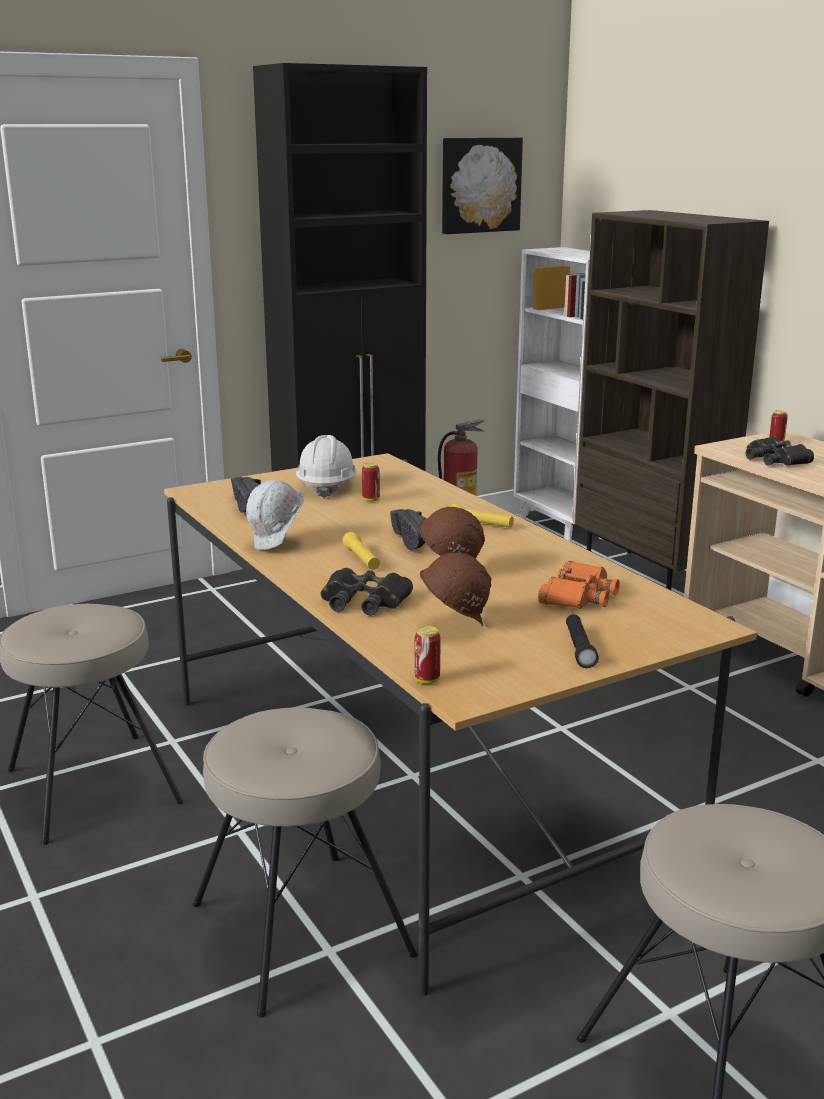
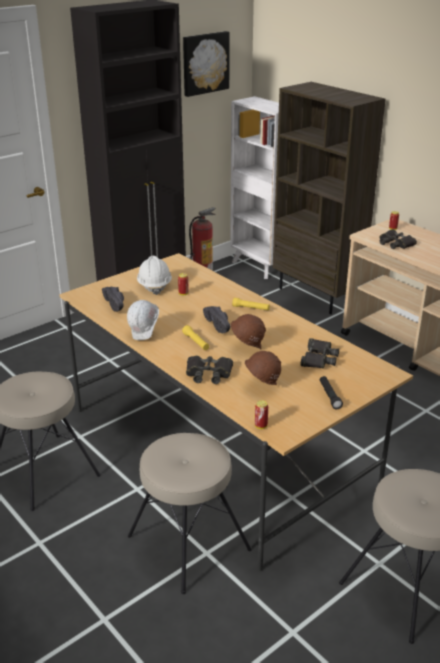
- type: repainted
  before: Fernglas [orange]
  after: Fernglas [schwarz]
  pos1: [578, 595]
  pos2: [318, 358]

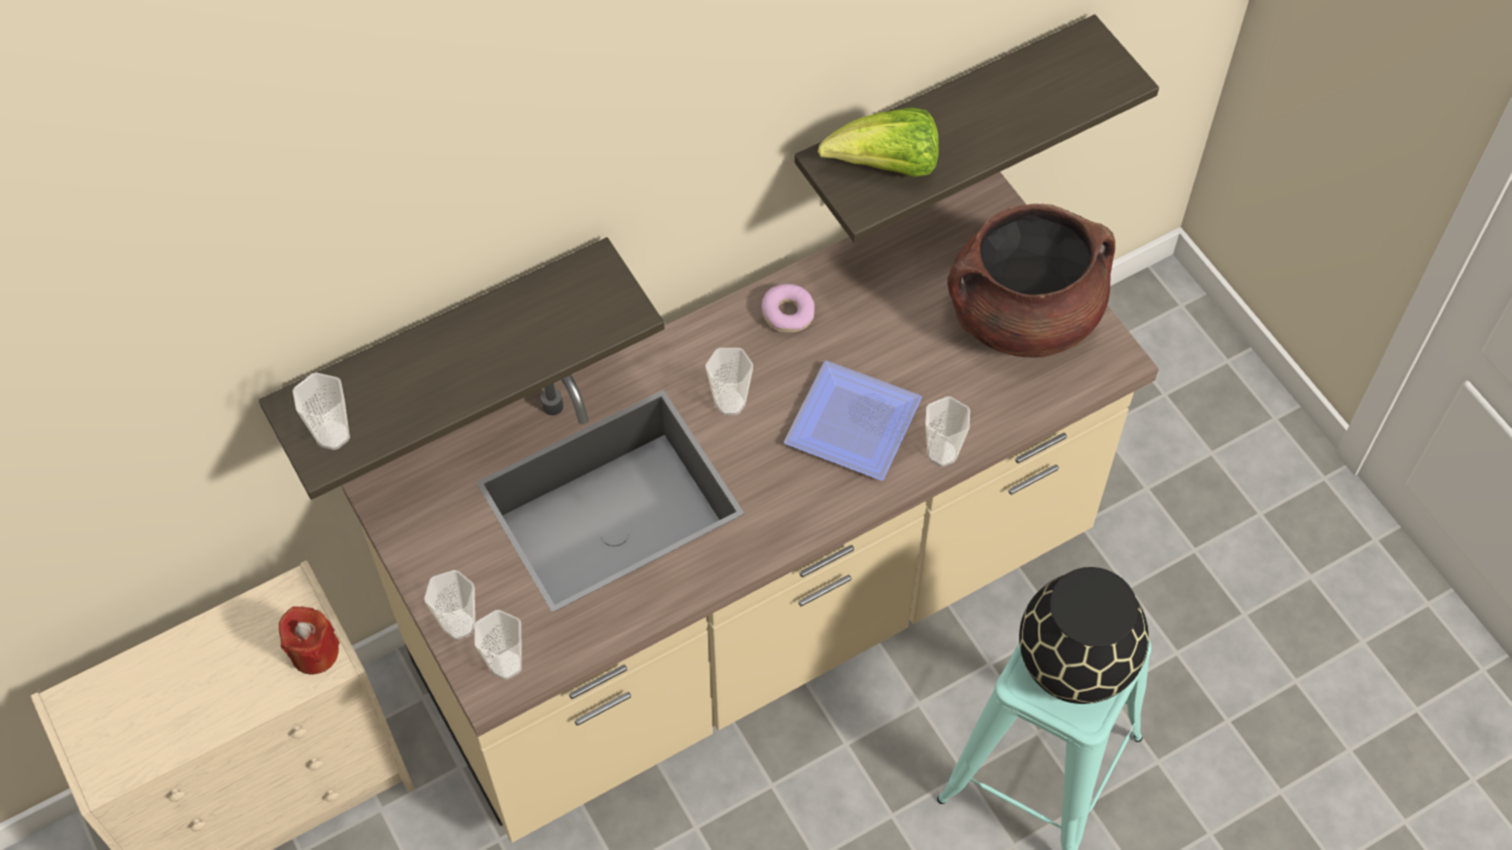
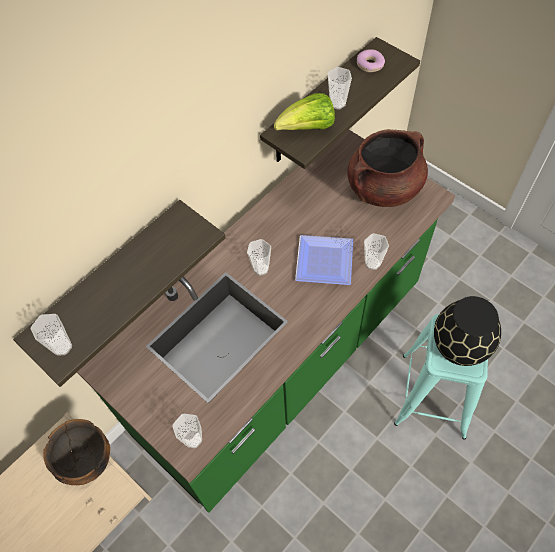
- type: shifted
  before: Tasse
  pos1: [459, 625]
  pos2: [337, 104]
- type: shifted
  before: Donut
  pos1: [788, 314]
  pos2: [370, 65]
- type: swapped
  before: Kerze [rot]
  after: Schüssel
  pos1: [314, 652]
  pos2: [85, 460]
- type: repainted
  before: Küchenzeile [beige]
  after: Küchenzeile [grün]
  pos1: [756, 608]
  pos2: [282, 361]

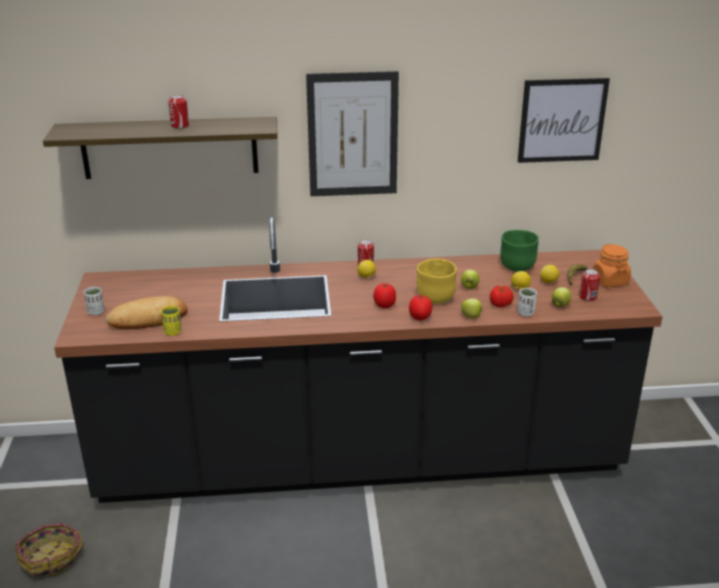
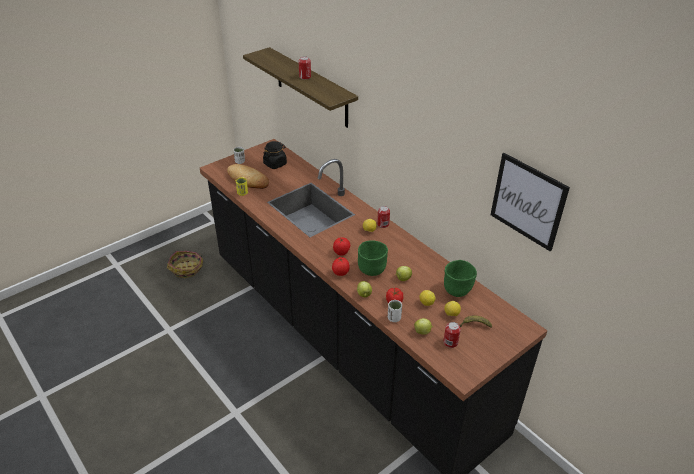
- type: gone
  before: Bild
  pos1: [353, 135]
- type: gone
  before: Vorratsglas [orange]
  pos1: [610, 281]
- type: new
  after: Vorratsglas [schwarz]
  pos2: [275, 164]
- type: repainted
  before: Schüssel [gelb]
  after: Schüssel [grün]
  pos1: [435, 298]
  pos2: [372, 269]

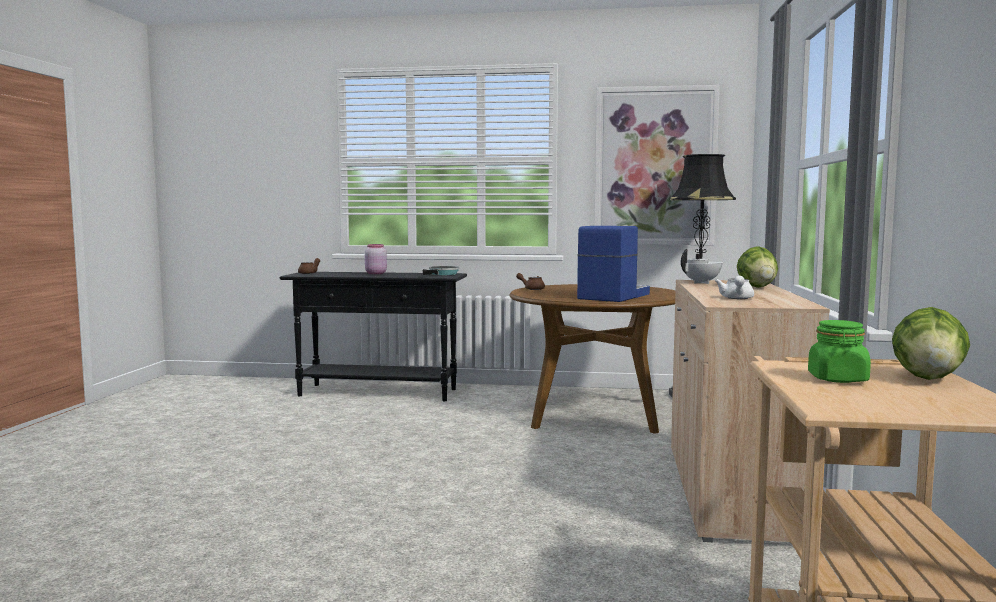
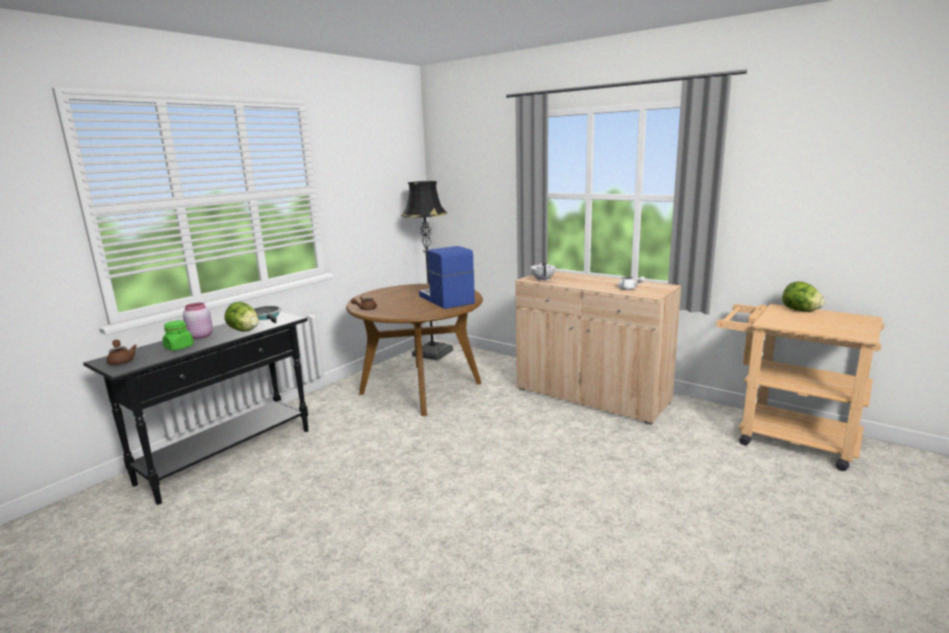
- type: gone
  before: Bild
  pos1: [654, 166]
- type: shifted
  before: Salatkopf
  pos1: [757, 287]
  pos2: [244, 330]
- type: shifted
  before: Vorratsglas [grün]
  pos1: [838, 379]
  pos2: [179, 347]

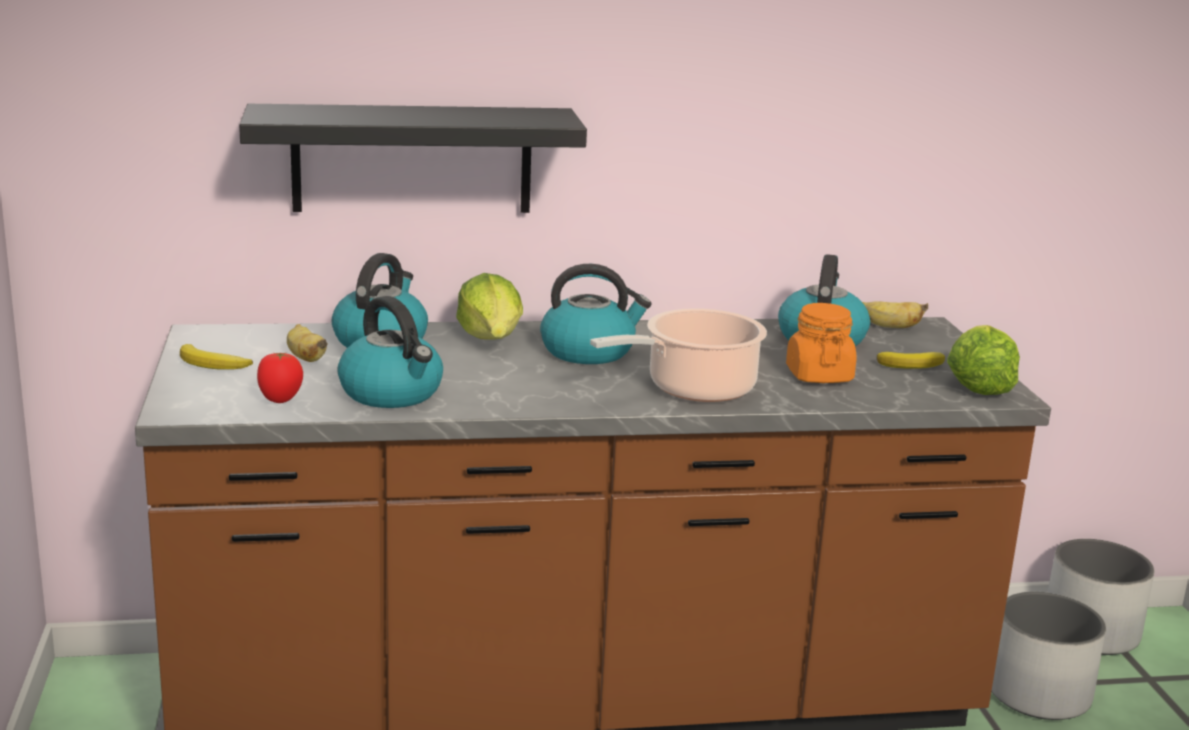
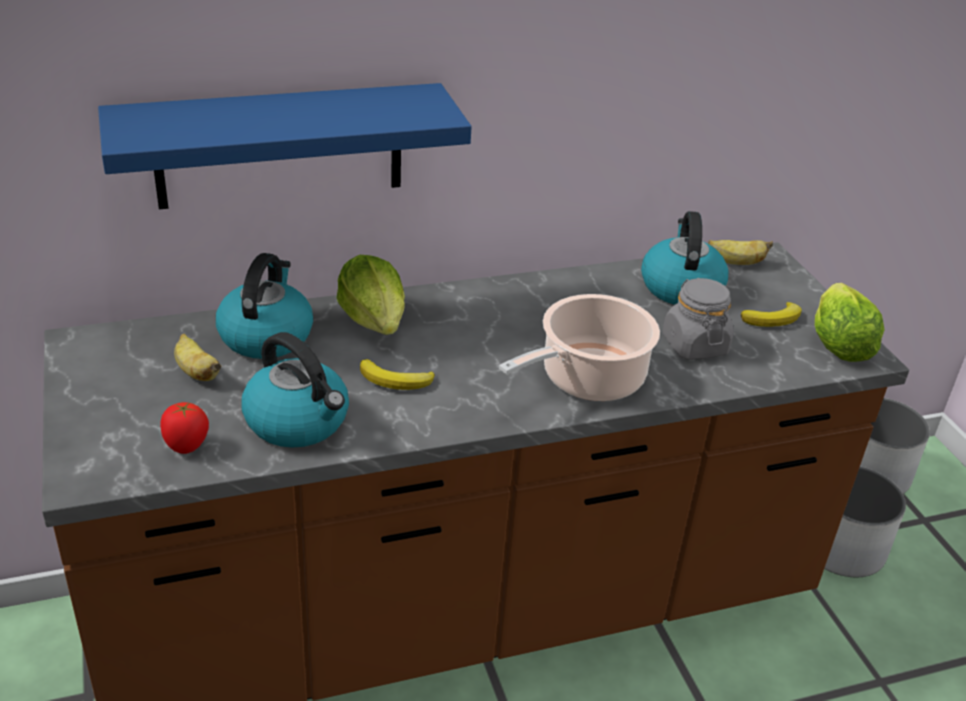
- type: gone
  before: Wasserkessel
  pos1: [589, 351]
- type: shifted
  before: Banane
  pos1: [212, 364]
  pos2: [396, 381]
- type: repainted
  before: Wandregal [schwarz]
  after: Wandregal [blau]
  pos1: [412, 159]
  pos2: [280, 146]
- type: repainted
  before: Vorratsglas [orange]
  after: Vorratsglas [grau]
  pos1: [818, 375]
  pos2: [694, 345]

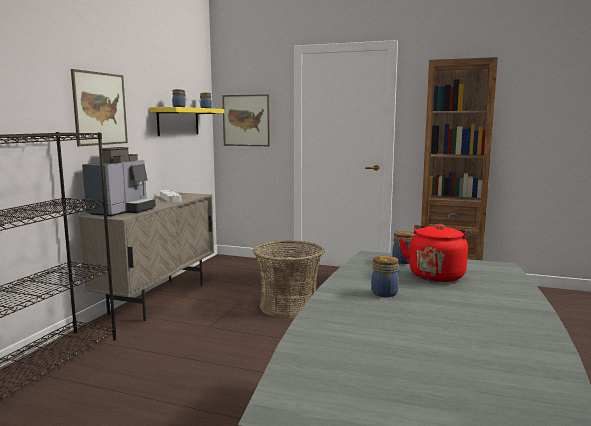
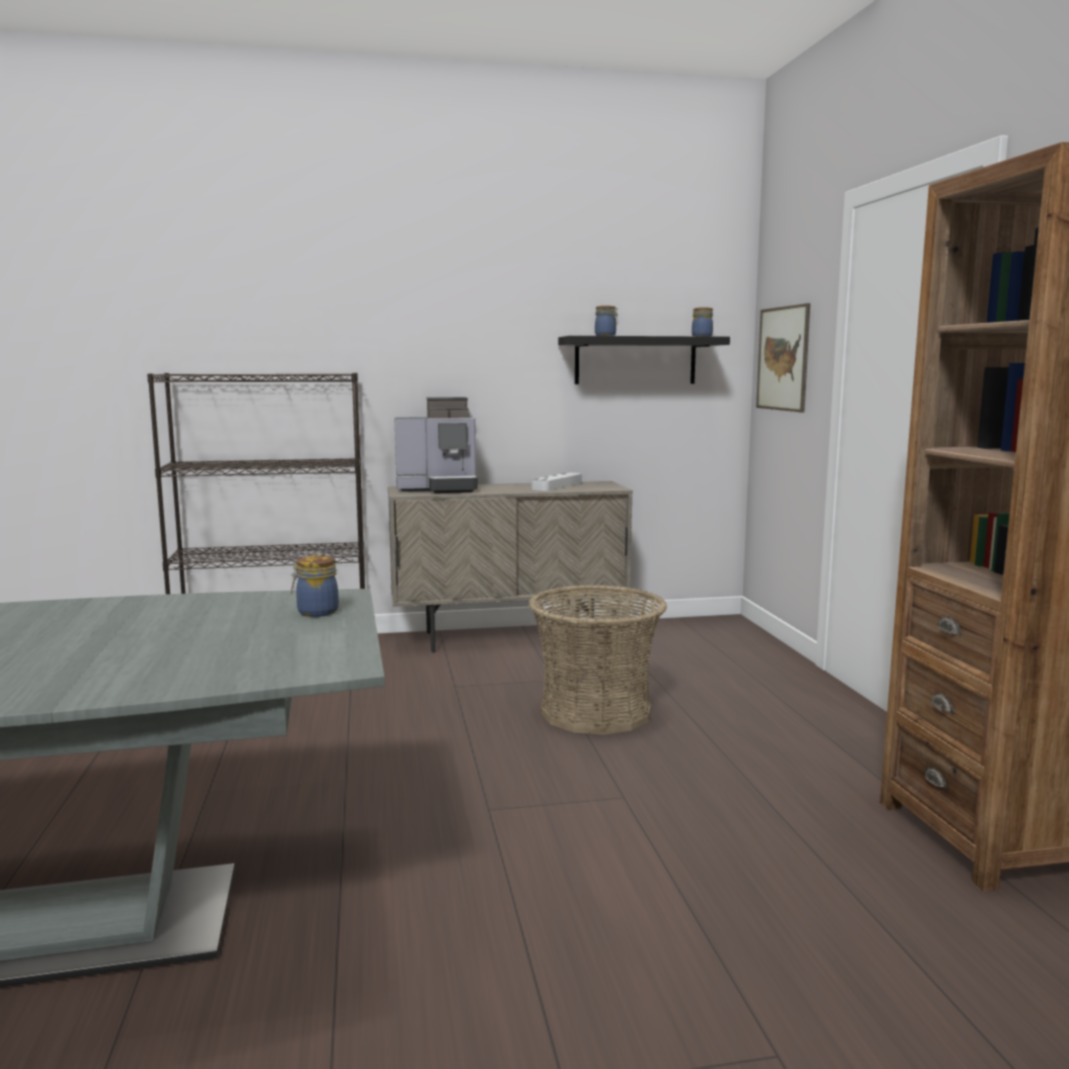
- type: gone
  before: Bild
  pos1: [100, 109]
- type: gone
  before: Vorratsglas
  pos1: [384, 292]
- type: gone
  before: Wasserkessel [rot]
  pos1: [436, 275]
- type: repainted
  before: Wandregal [gelb]
  after: Wandregal [schwarz]
  pos1: [178, 121]
  pos2: [635, 360]

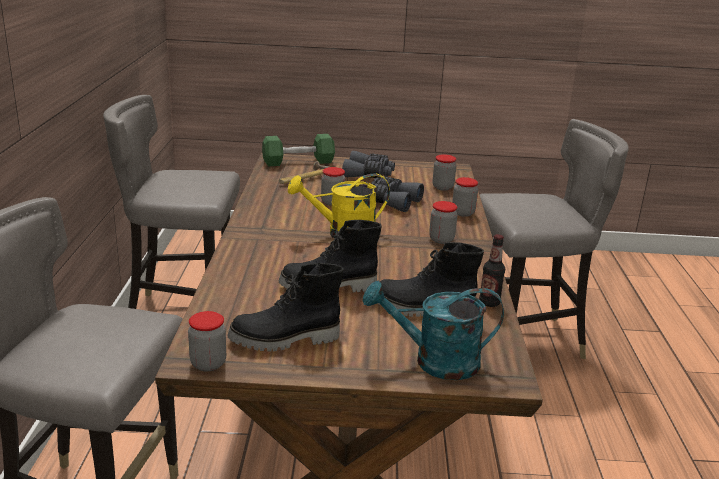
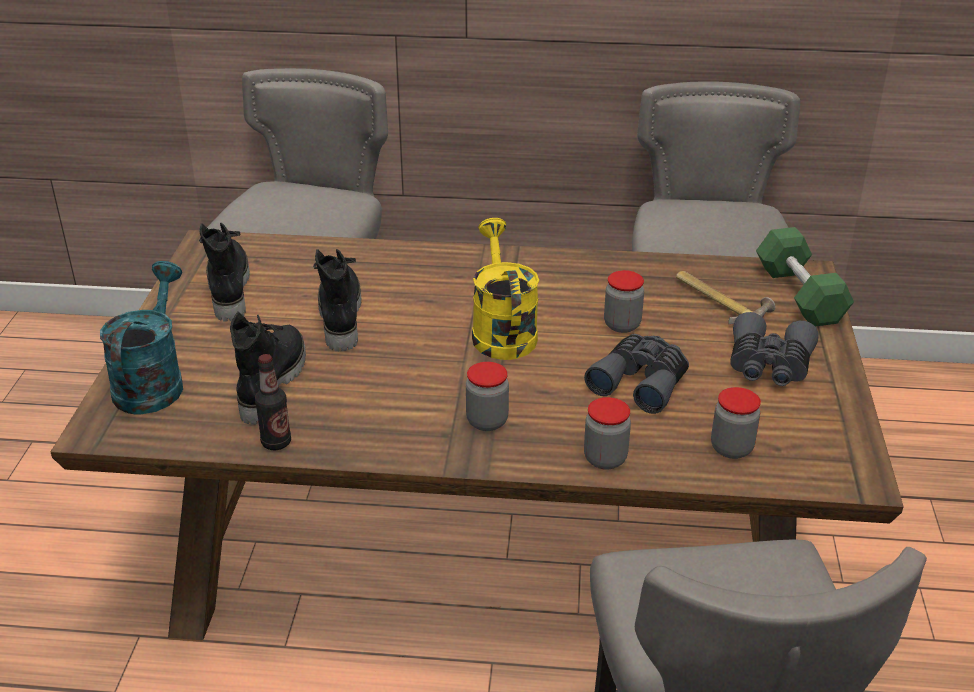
- type: gone
  before: Vorratsglas
  pos1: [208, 363]

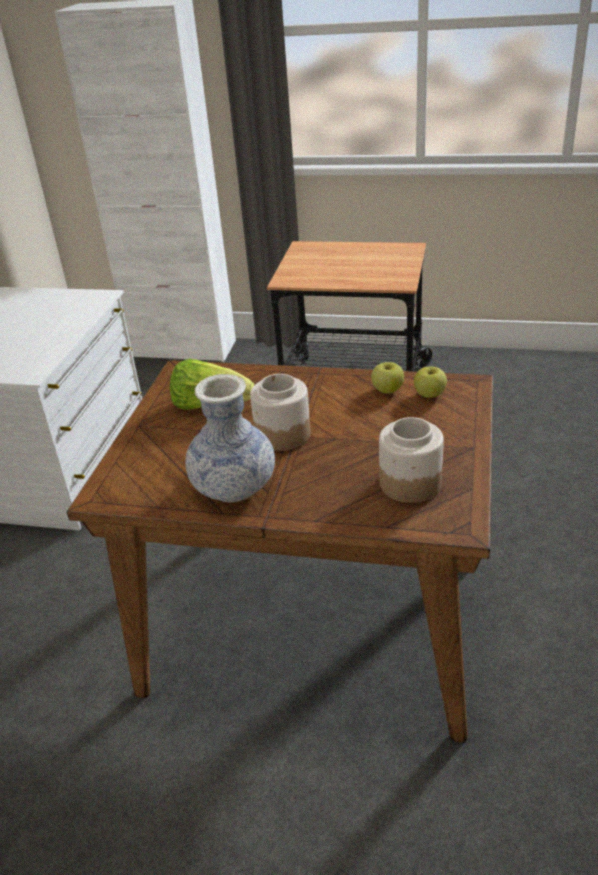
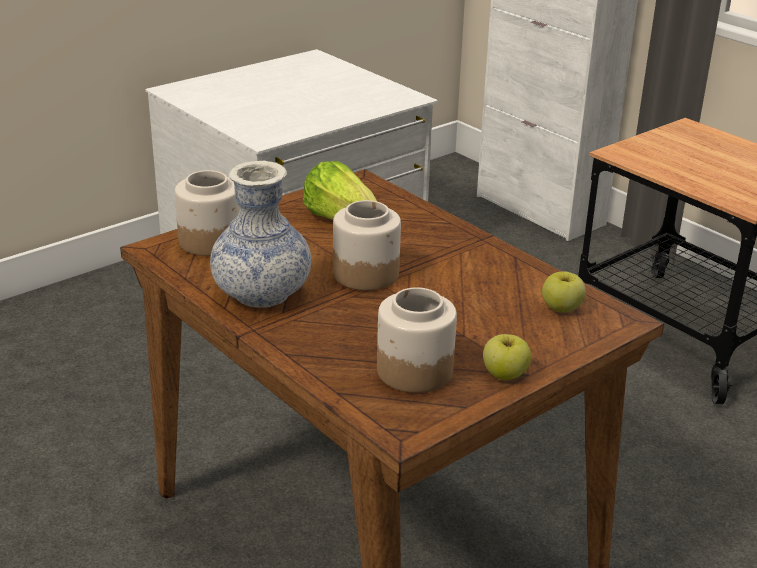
- type: new
  after: Vorratsglas
  pos2: [209, 241]
- type: shifted
  before: Apfel
  pos1: [387, 390]
  pos2: [505, 374]

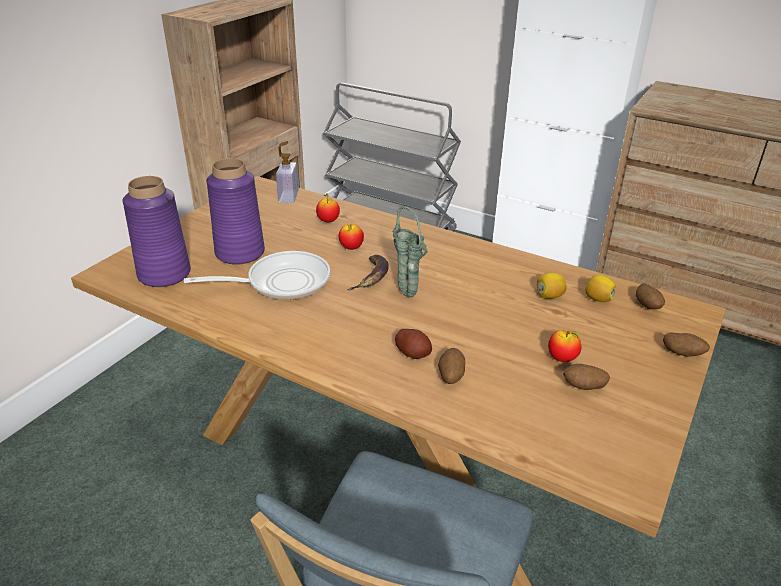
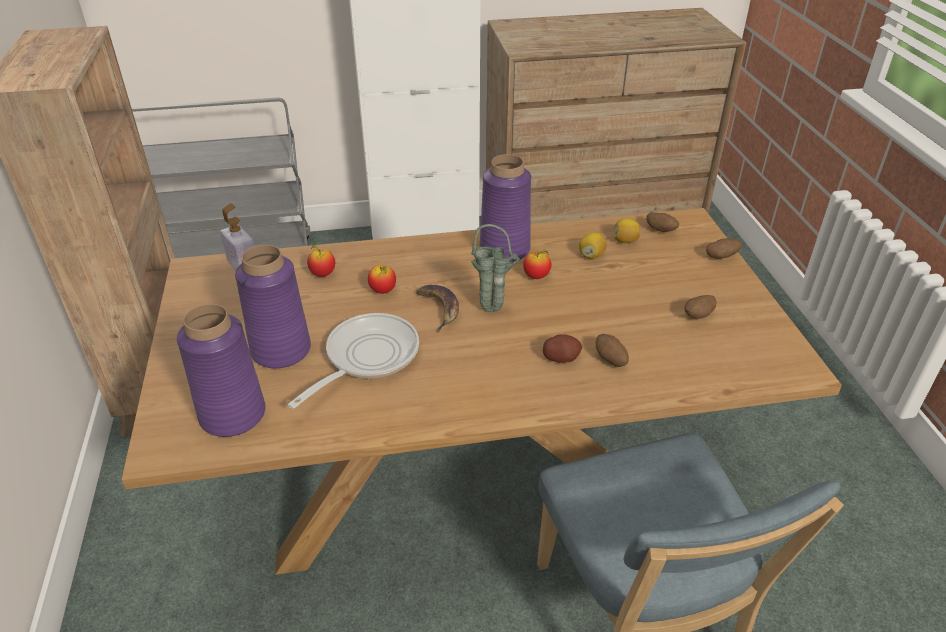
- type: new
  after: Vase [lila]
  pos2: [504, 249]
- type: shifted
  before: Apfel
  pos1: [562, 358]
  pos2: [536, 276]

